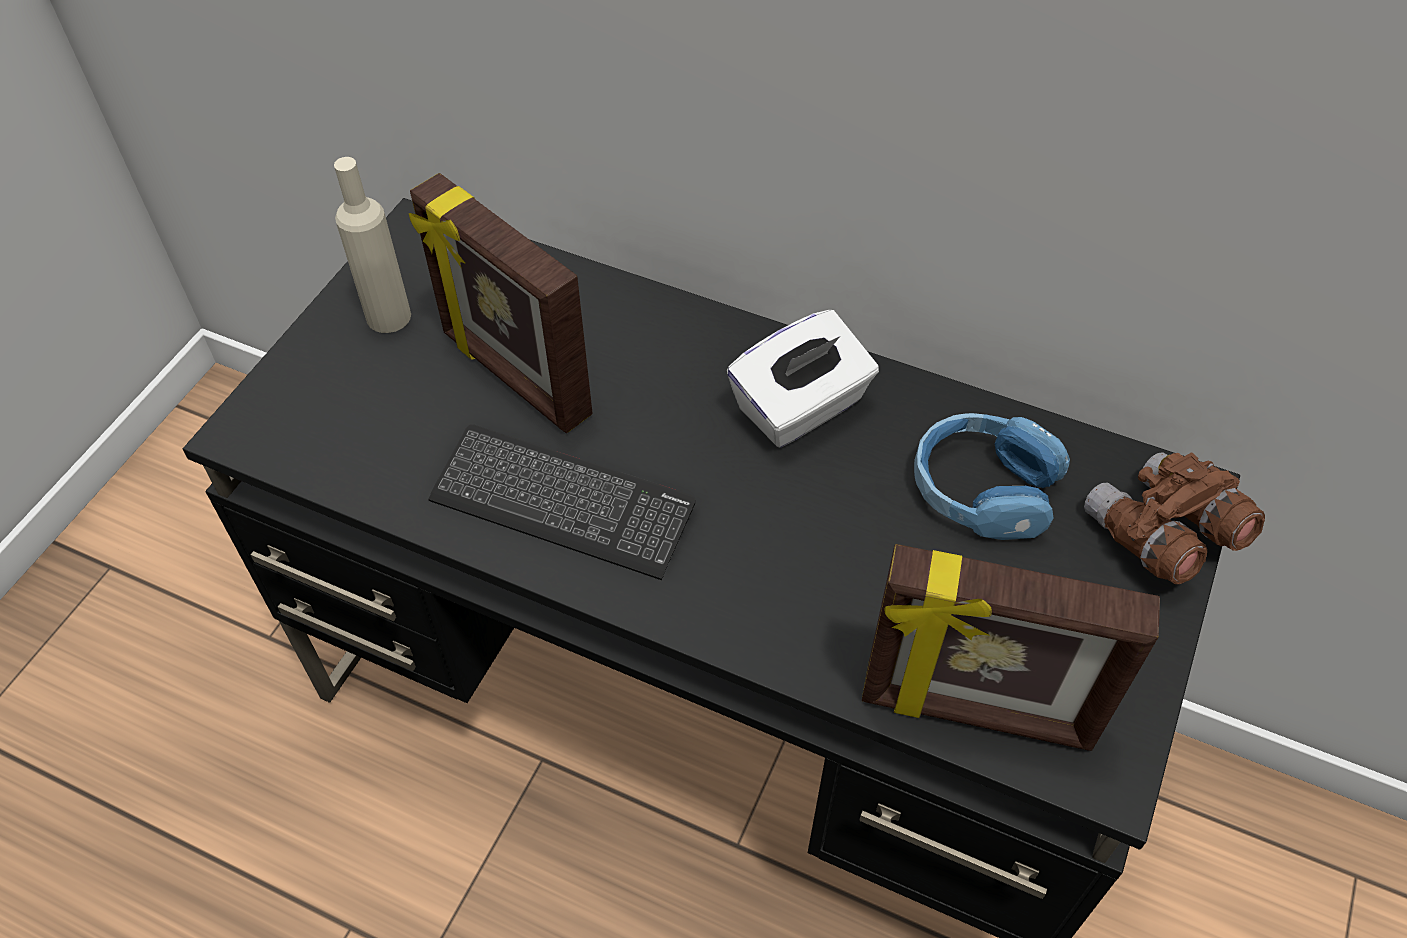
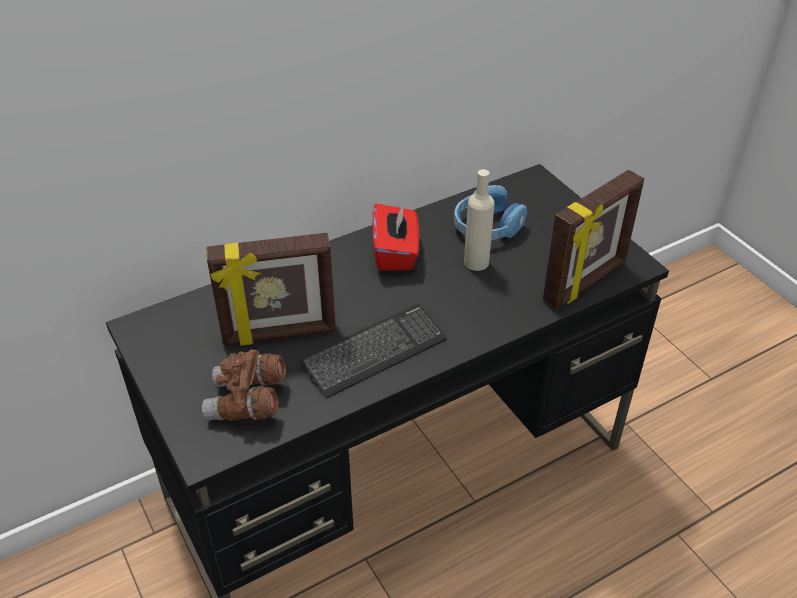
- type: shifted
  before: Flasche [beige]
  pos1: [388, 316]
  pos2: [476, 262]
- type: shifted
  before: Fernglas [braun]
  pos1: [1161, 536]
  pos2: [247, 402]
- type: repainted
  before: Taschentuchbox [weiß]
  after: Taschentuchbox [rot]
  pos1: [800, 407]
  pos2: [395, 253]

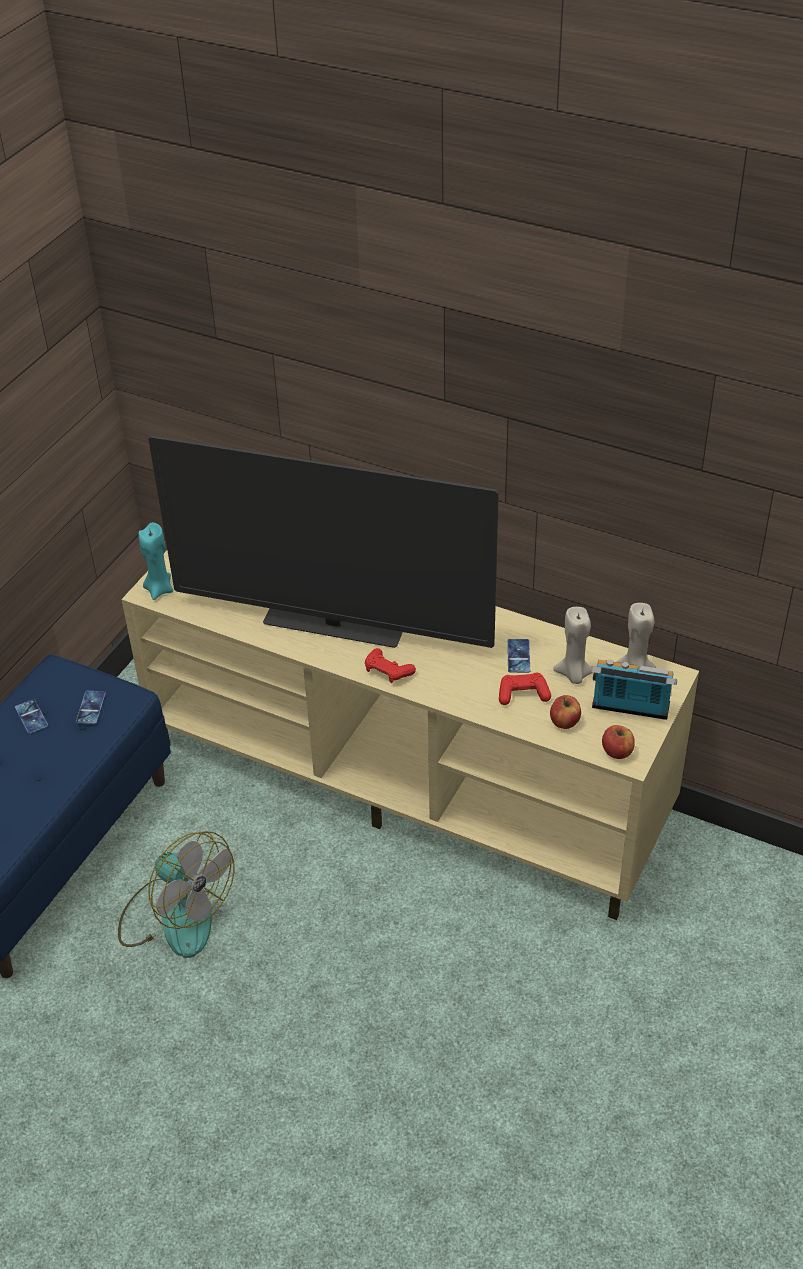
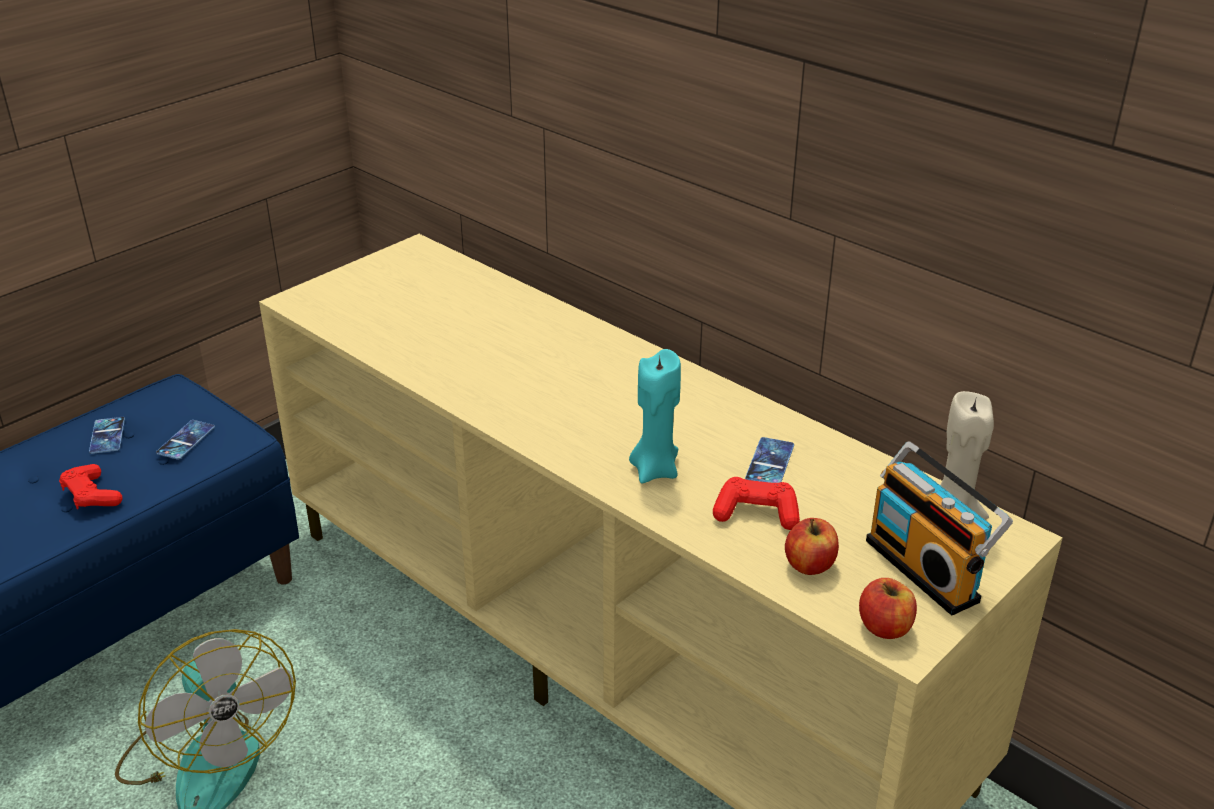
- type: gone
  before: Fernseher
  pos1: [332, 627]
- type: gone
  before: Kerze [beige]
  pos1: [573, 675]
- type: shifted
  before: Kerze [türkis]
  pos1: [159, 589]
  pos2: [655, 470]
- type: shifted
  before: Gamepad [rot]
  pos1: [388, 671]
  pos2: [91, 496]
- type: rotated
  before: Radio
  pos1: [630, 709]
  pos2: [926, 569]
  turn: -150

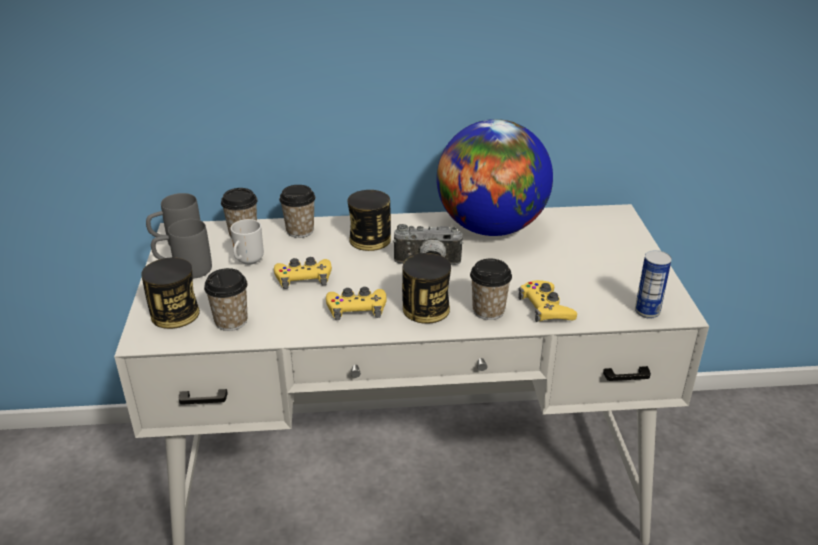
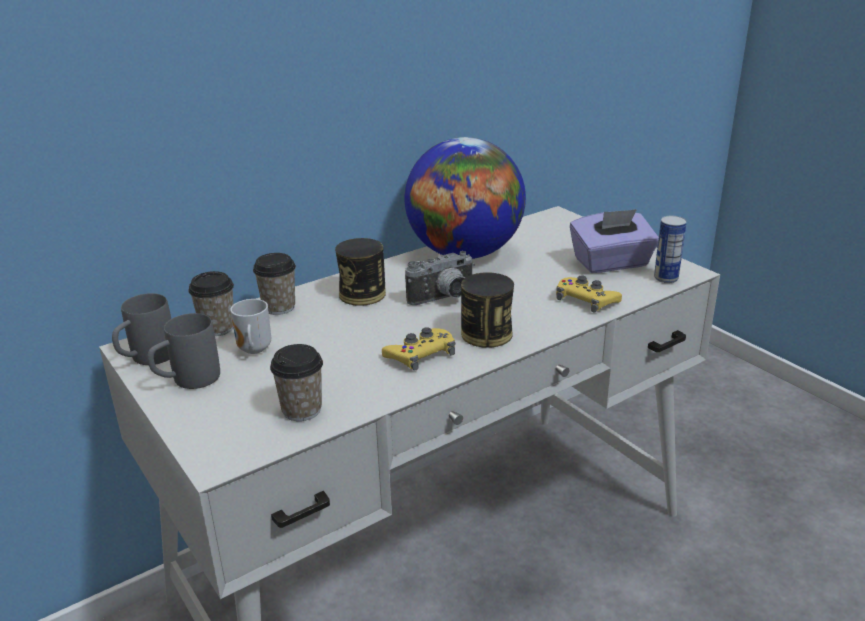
- type: gone
  before: Dose
  pos1: [175, 314]
- type: gone
  before: Gamepad [gelb]
  pos1: [303, 278]
- type: gone
  before: Tasse
  pos1: [488, 311]
- type: new
  after: Taschentuchbox [lila]
  pos2: [611, 263]

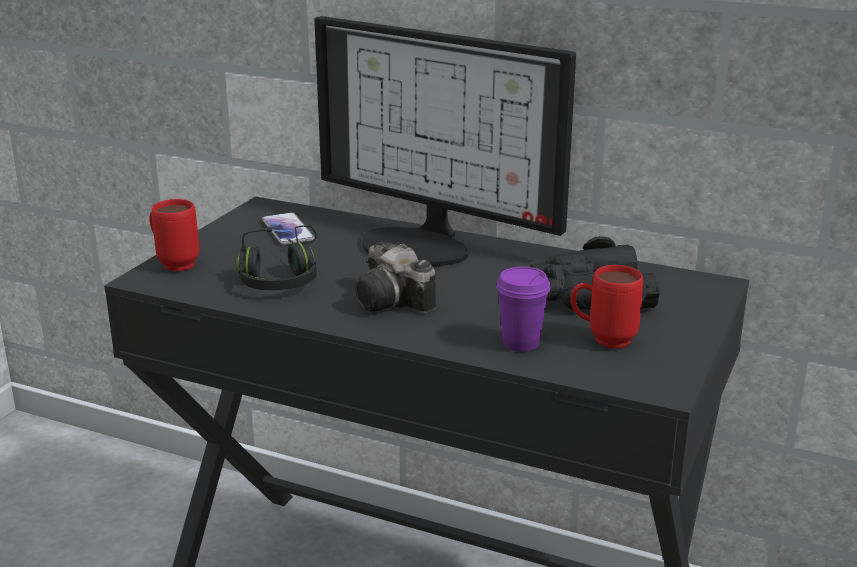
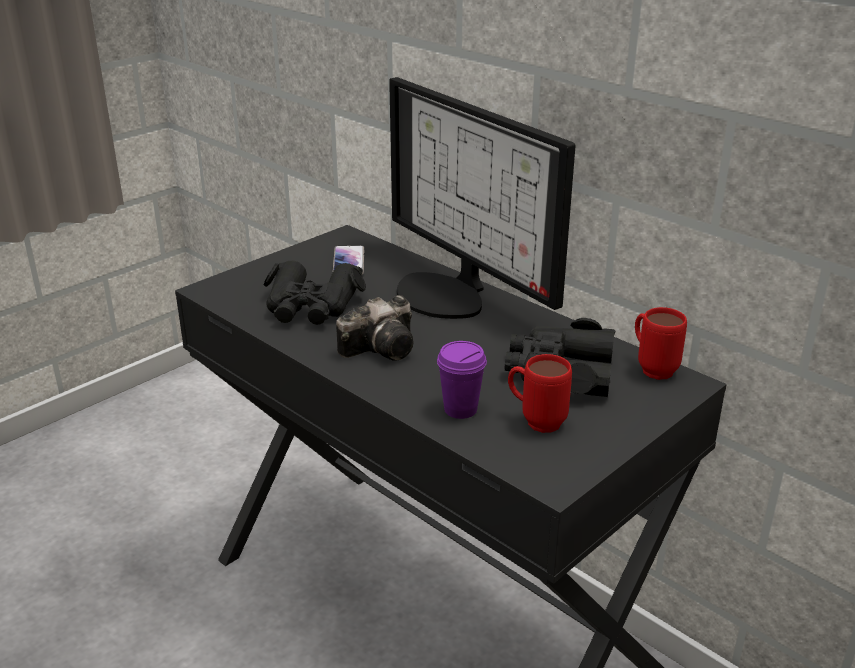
- type: shifted
  before: Henkelbecher [rot]
  pos1: [173, 263]
  pos2: [651, 368]
- type: swapped
  before: Kopfhörer [schwarz]
  after: Fernglas [schwarz]
  pos1: [282, 276]
  pos2: [312, 306]
- type: rotated
  before: Kamera
  pos1: [395, 302]
  pos2: [384, 348]
  turn: -105

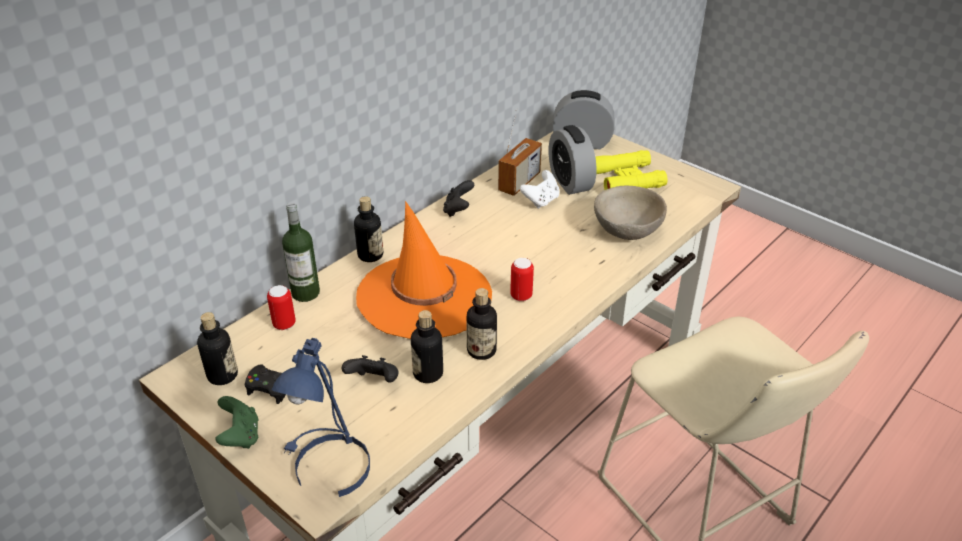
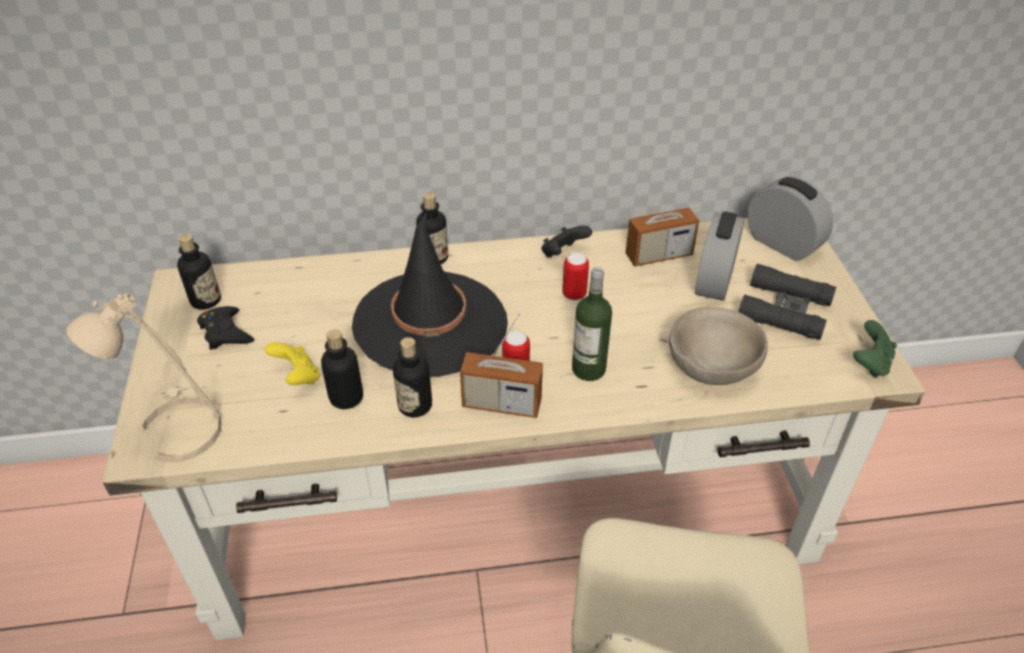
- type: gone
  before: Gamepad [weiß]
  pos1: [541, 201]
- type: new
  after: Radio
  pos2: [501, 404]
- type: shifted
  before: Gamepad [grün]
  pos1: [240, 436]
  pos2: [870, 363]
- type: shifted
  before: Dose
  pos1: [284, 324]
  pos2: [574, 294]
- type: shifted
  before: Flasche
  pos1: [305, 293]
  pos2: [588, 369]
- type: repainted
  before: Tischlampe [blau]
  after: Tischlampe [beige]
  pos1: [327, 466]
  pos2: [179, 428]
- type: repainted
  before: Gamepad [schwarz]
  after: Gamepad [gelb]
  pos1: [374, 382]
  pos2: [298, 377]
- type: repainted
  before: Hut [orange]
  after: Hut [schwarz]
  pos1: [424, 296]
  pos2: [430, 323]
- type: repainted
  before: Fernglas [gelb]
  after: Fernglas [schwarz]
  pos1: [626, 179]
  pos2: [784, 310]

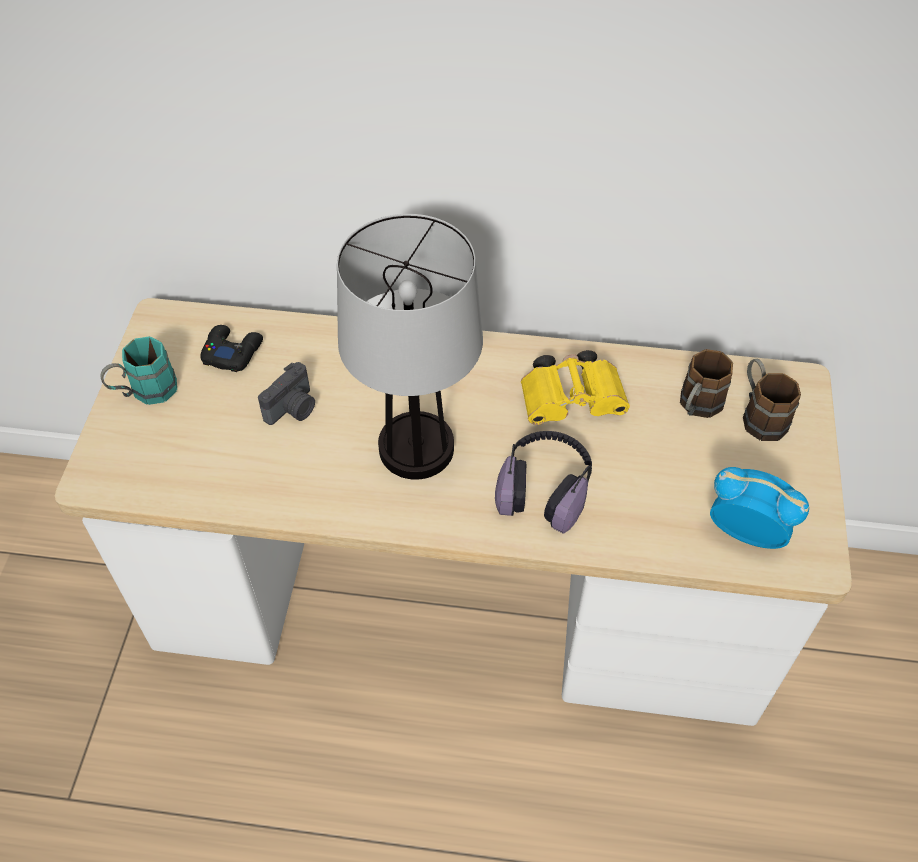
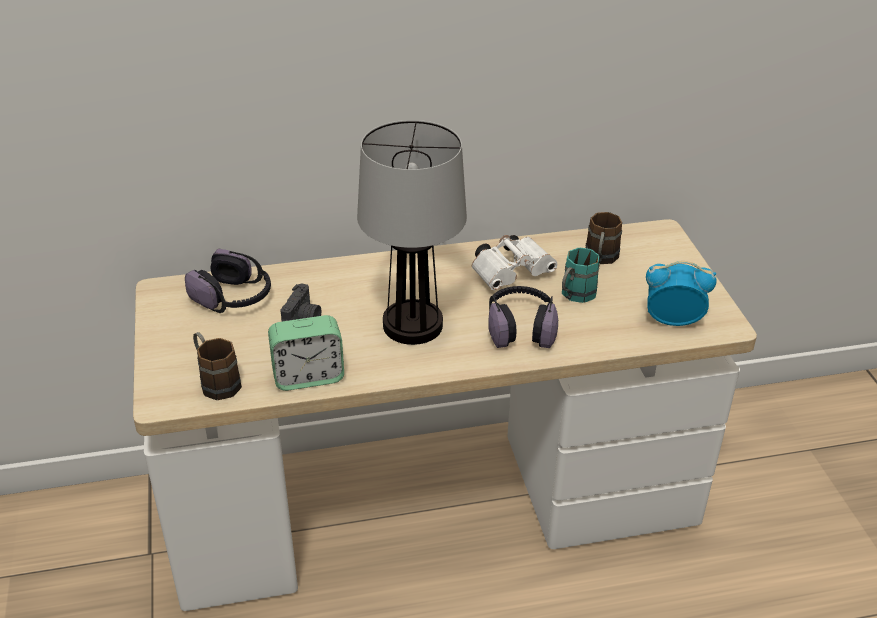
- type: new
  after: Wecker
  pos2: [308, 376]
- type: shifted
  before: Henkelbecher [türkis]
  pos1: [145, 392]
  pos2: [574, 296]
- type: shifted
  before: Henkelbecher [braun]
  pos1: [759, 415]
  pos2: [216, 381]
- type: swapped
  before: Gamepad [schwarz]
  after: Kopfhörer
  pos1: [232, 352]
  pos2: [234, 298]
- type: repainted
  before: Fernglas [gelb]
  after: Fernglas [weiß]
  pos1: [574, 401]
  pos2: [513, 273]

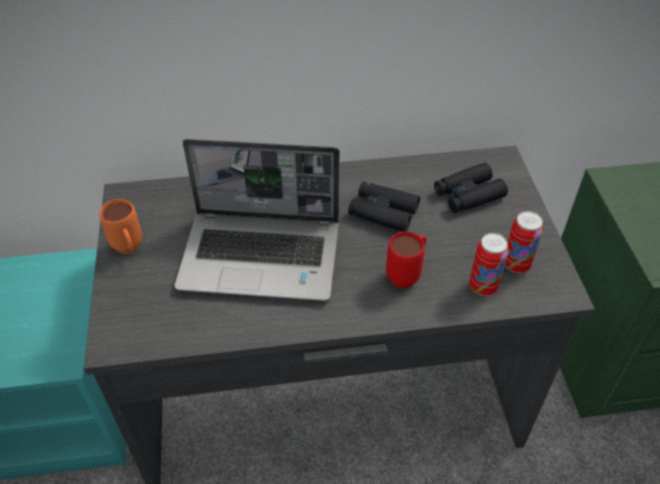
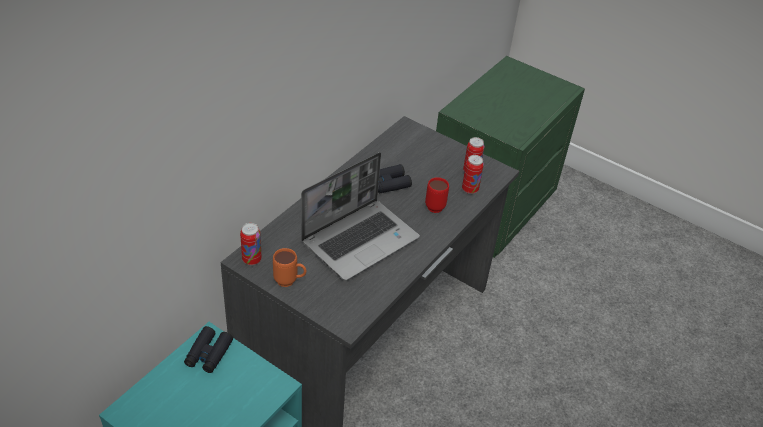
- type: new
  after: Dose
  pos2: [251, 260]
- type: shifted
  before: Fernglas [schwarz]
  pos1: [468, 194]
  pos2: [208, 354]

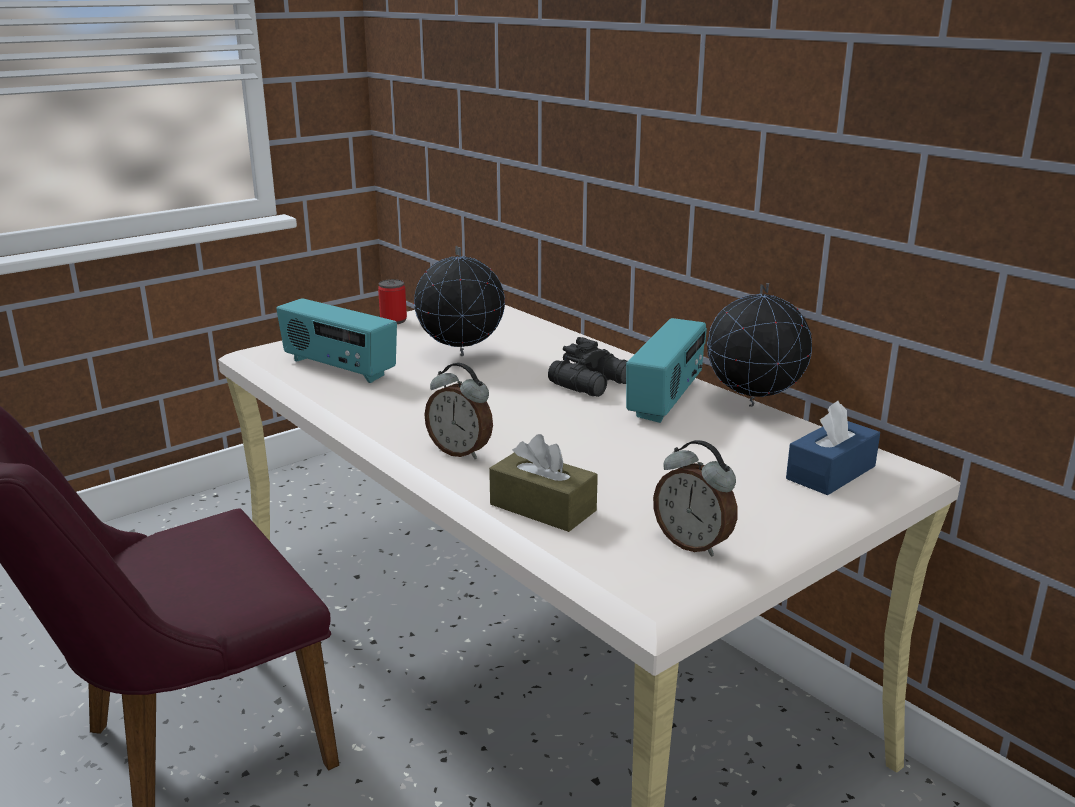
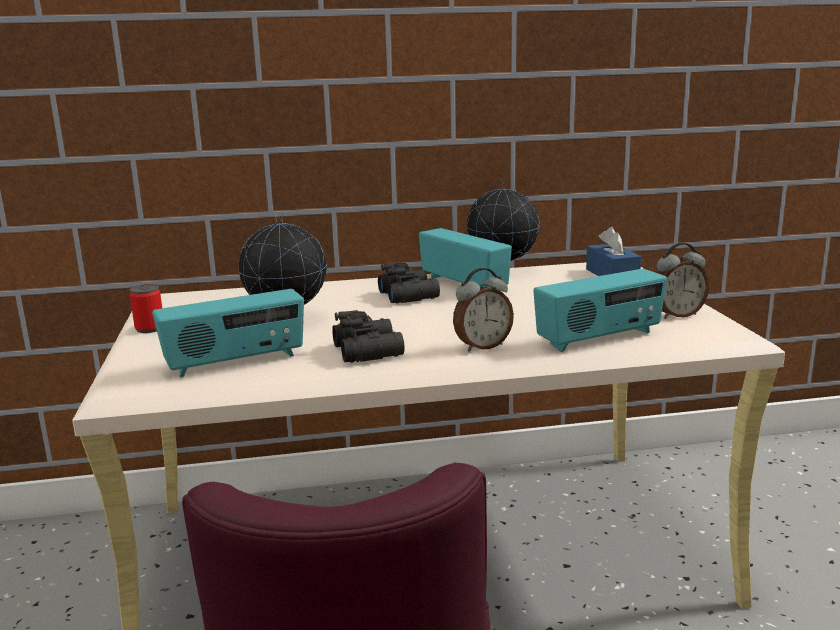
- type: new
  after: Fernglas [schwarz]
  pos2: [369, 350]
- type: swapped
  before: Taschentuchbox [braun]
  after: Radio
  pos1: [543, 507]
  pos2: [599, 339]

